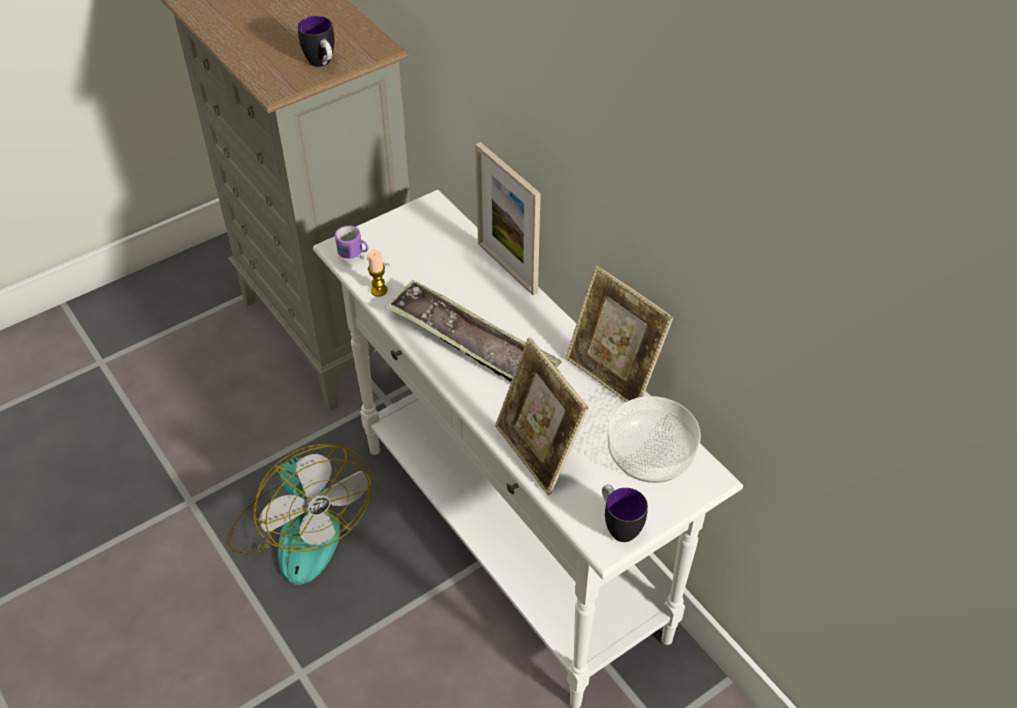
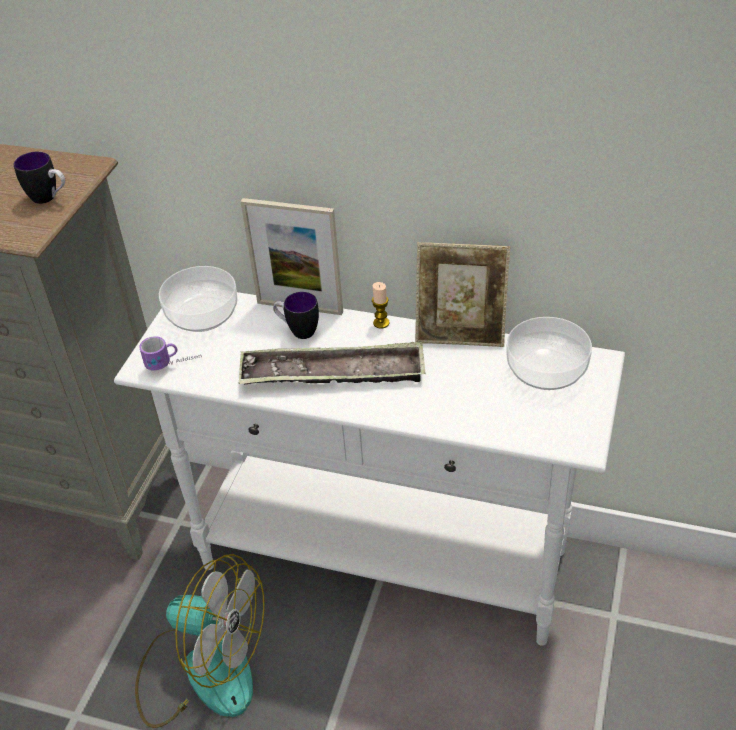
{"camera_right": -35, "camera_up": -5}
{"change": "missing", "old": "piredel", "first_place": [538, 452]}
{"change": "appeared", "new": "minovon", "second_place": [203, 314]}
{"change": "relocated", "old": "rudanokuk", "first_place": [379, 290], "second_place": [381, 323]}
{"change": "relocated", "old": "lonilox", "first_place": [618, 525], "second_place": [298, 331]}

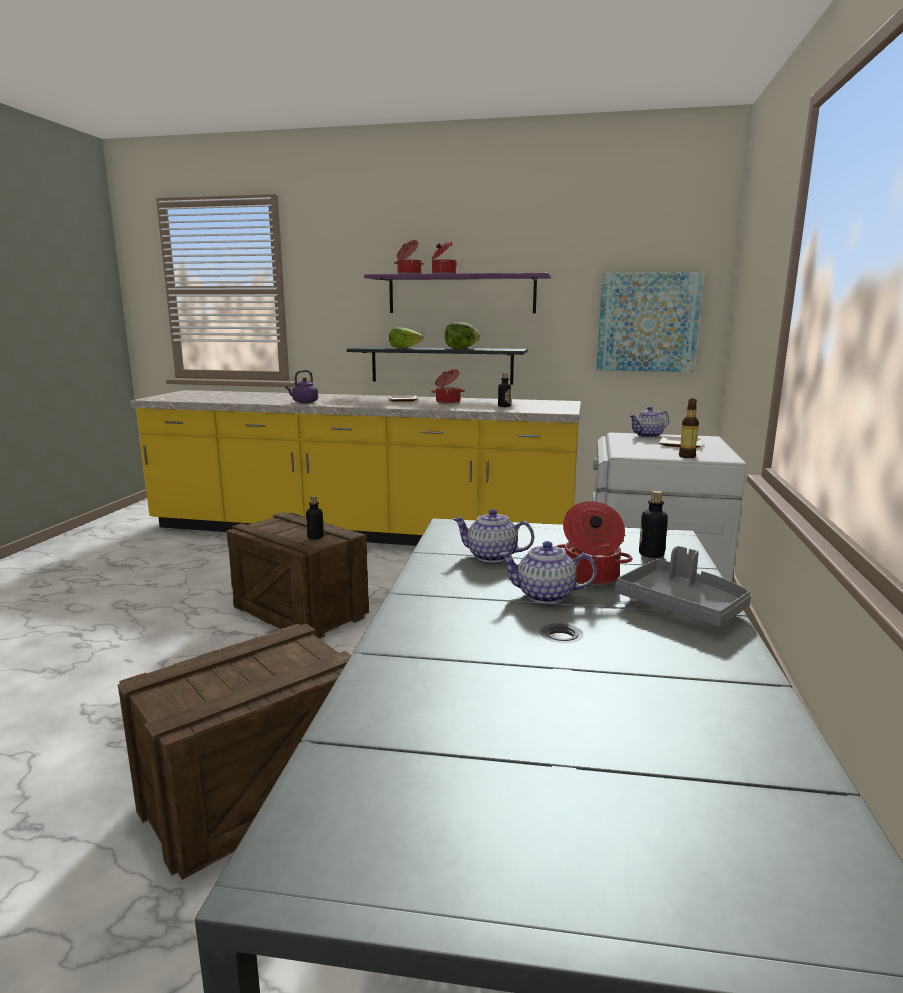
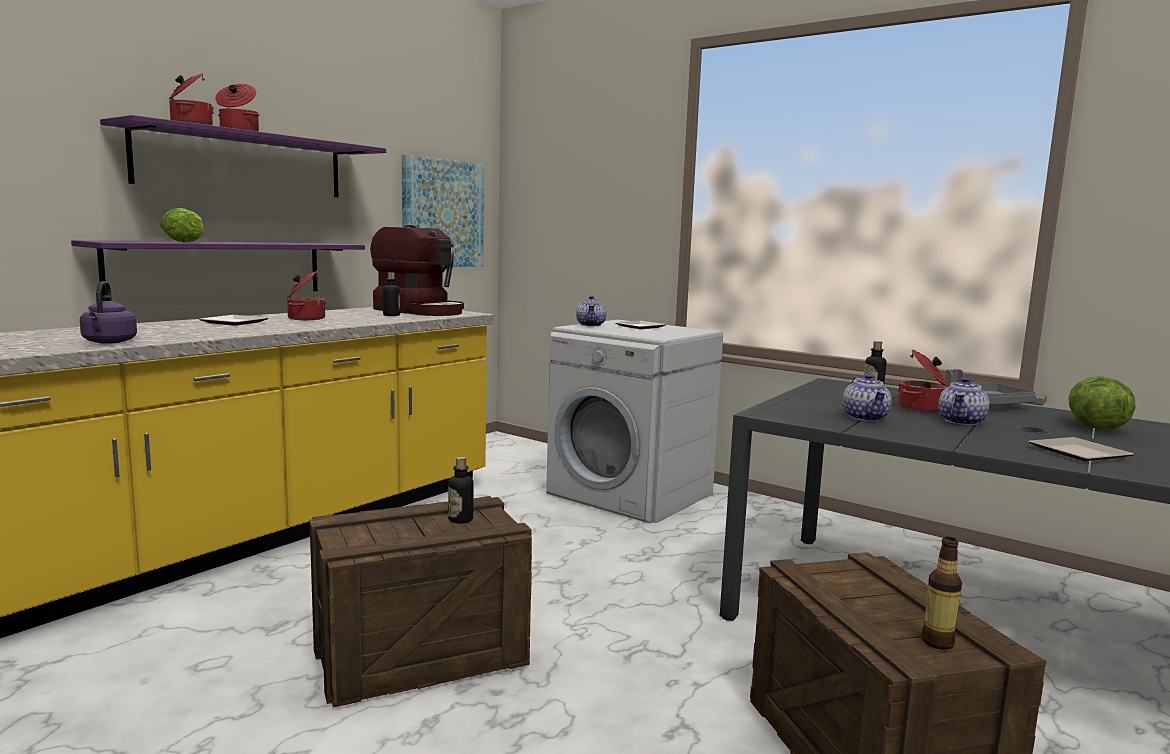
{"camera_right": -65, "camera_up": -5}
{"change": "appeared", "new": "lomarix", "second_place": [421, 311]}
{"change": "appeared", "new": "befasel", "second_place": [1078, 452]}
{"change": "relocated", "old": "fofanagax", "first_place": [461, 348], "second_place": [1095, 427]}
{"change": "relocated", "old": "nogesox", "first_place": [687, 456], "second_place": [937, 642]}
{"change": "colour", "old": "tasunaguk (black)", "new": "tasunaguk (purple)", "first_place": [441, 365], "second_place": [219, 268]}
{"change": "spun", "old": "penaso", "first_place": [491, 556], "second_place": [866, 418], "degrees": -45}

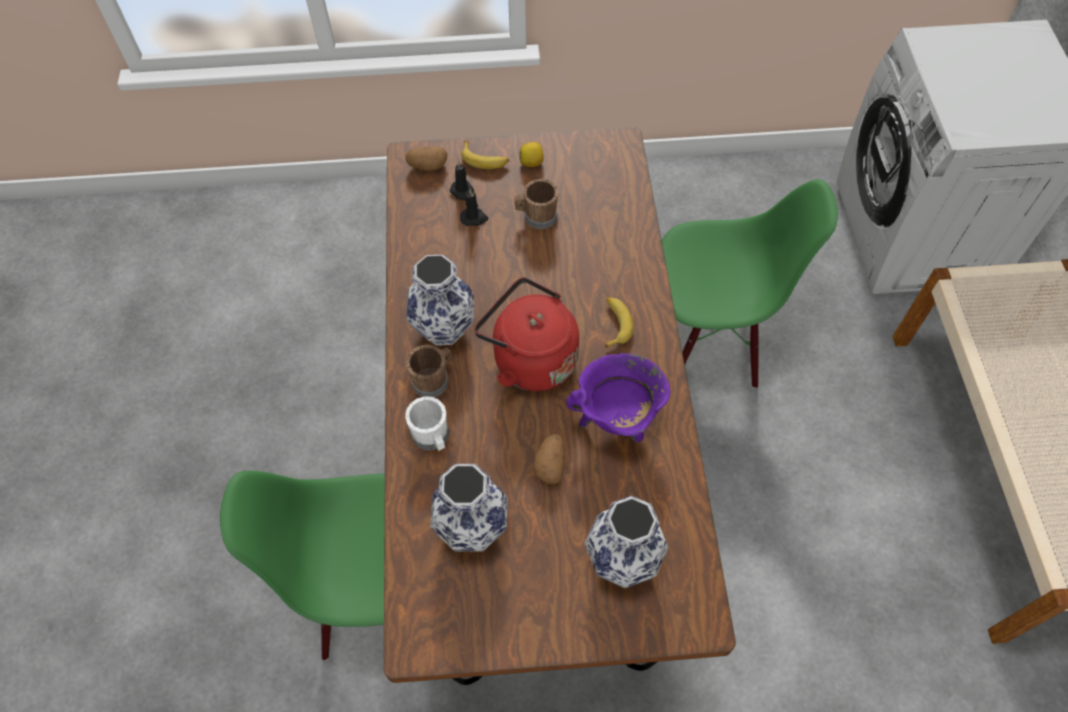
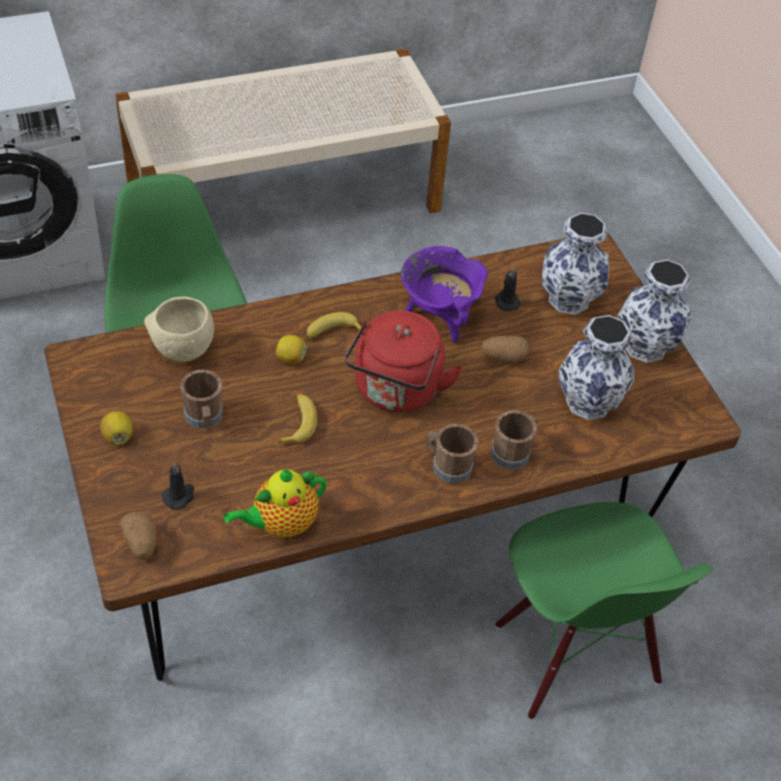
{"camera_right": -110, "camera_up": -10}
{"change": "appeared", "new": "minovon (beige)", "second_place": [183, 350]}
{"change": "appeared", "new": "penaso", "second_place": [281, 524]}
{"change": "appeared", "new": "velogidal", "second_place": [291, 358]}
{"change": "relocated", "old": "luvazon", "first_place": [445, 328], "second_place": [645, 345]}
{"change": "relocated", "old": "rudanokuk (black)", "first_place": [474, 218], "second_place": [506, 301]}
{"change": "relocated", "old": "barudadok", "first_place": [485, 159], "second_place": [298, 422]}
{"change": "colour", "old": "lonilox (white)", "new": "lonilox (brown)", "first_place": [432, 437], "second_place": [513, 451]}

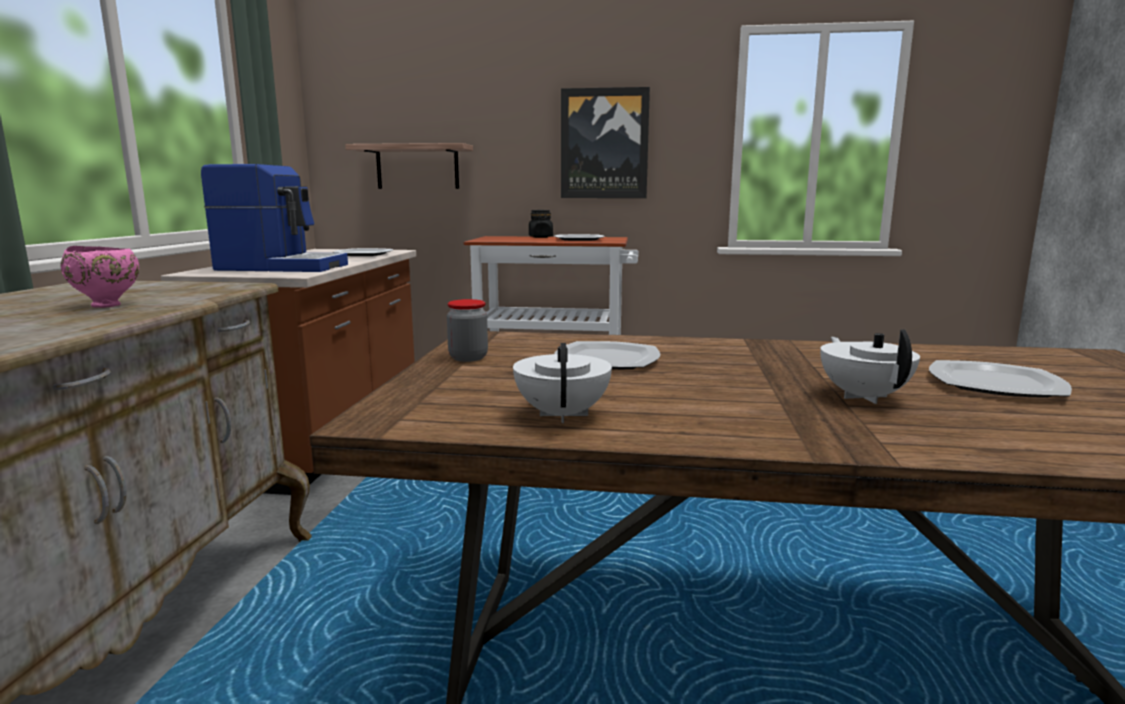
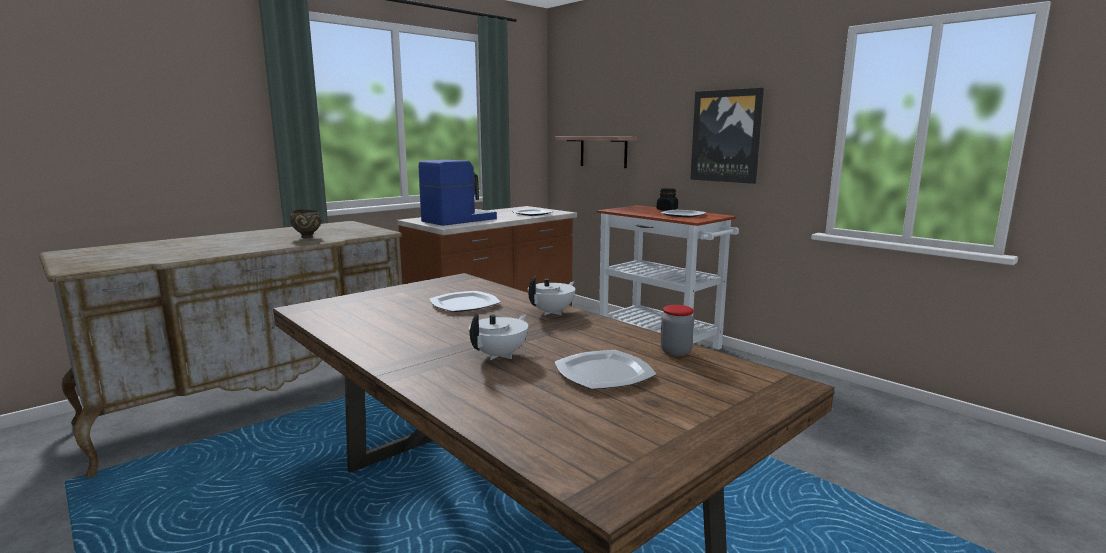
{"camera_right": 40, "camera_up": 0}
{"change": "relocated", "old": "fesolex", "first_place": [468, 358], "second_place": [675, 352]}
{"change": "relocated", "old": "penaso (white)", "first_place": [563, 414], "second_place": [552, 312]}
{"change": "colour", "old": "minovon (pink)", "new": "minovon (brown)", "first_place": [108, 305], "second_place": [308, 237]}
{"change": "spun", "old": "lomarix", "first_place": [282, 267], "second_place": [458, 220], "degrees": -90}

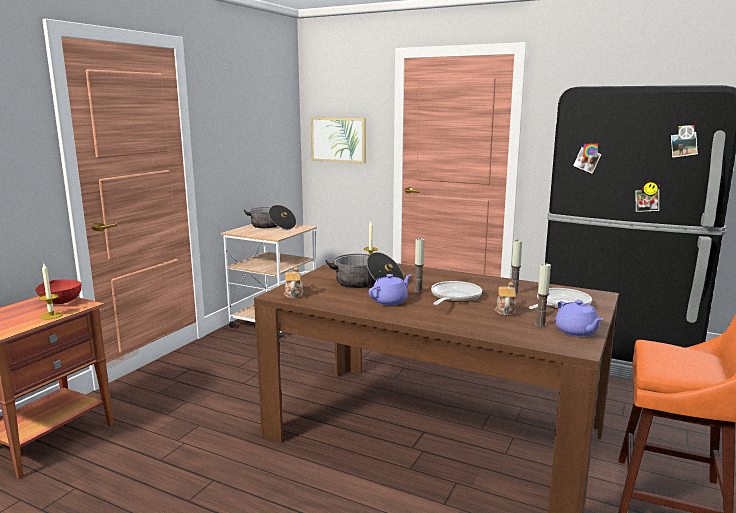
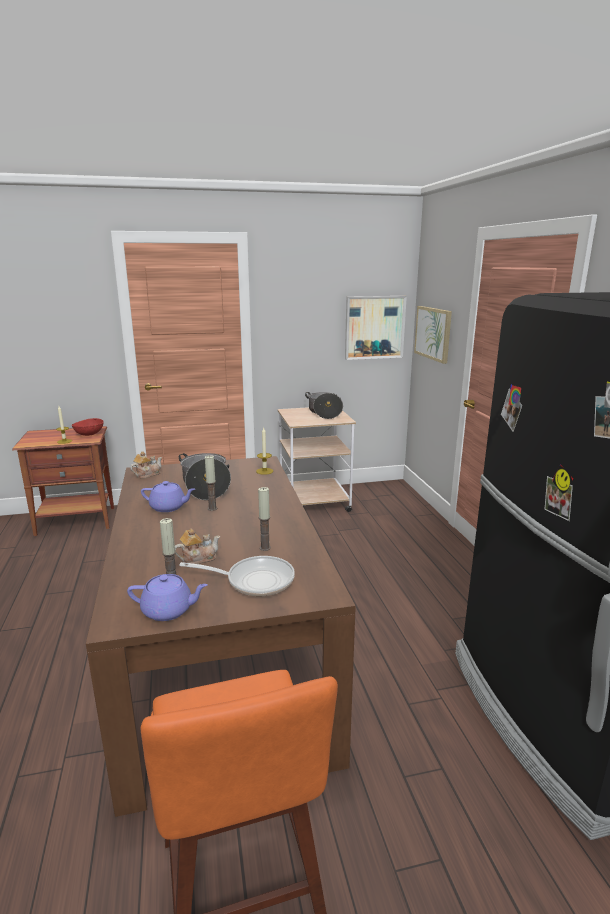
{"camera_right": 50, "camera_up": 5}
{"change": "missing", "old": "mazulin", "first_place": [454, 297]}
{"change": "appeared", "new": "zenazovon", "second_place": [374, 327]}
{"change": "spun", "old": "penaso (purple)", "first_place": [576, 332], "second_place": [168, 610], "degrees": -120}

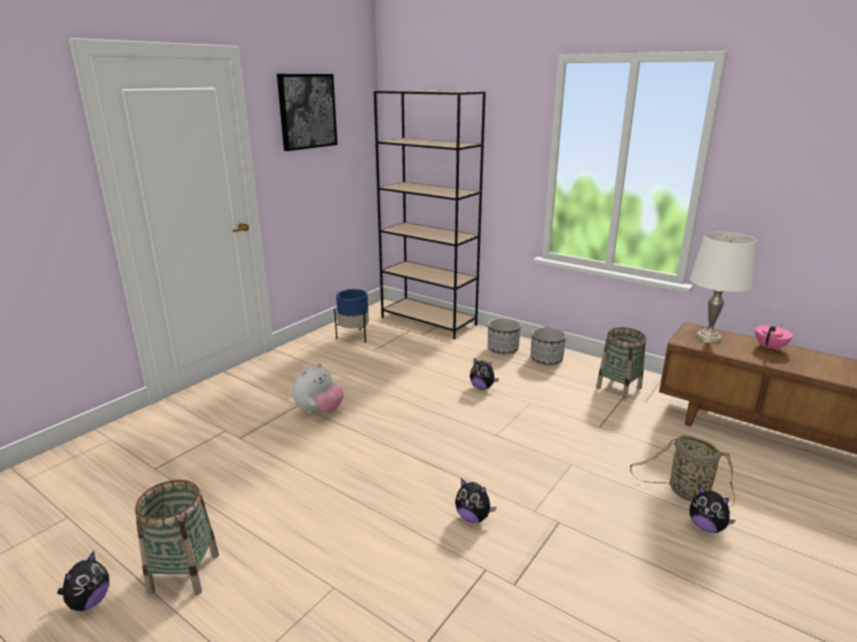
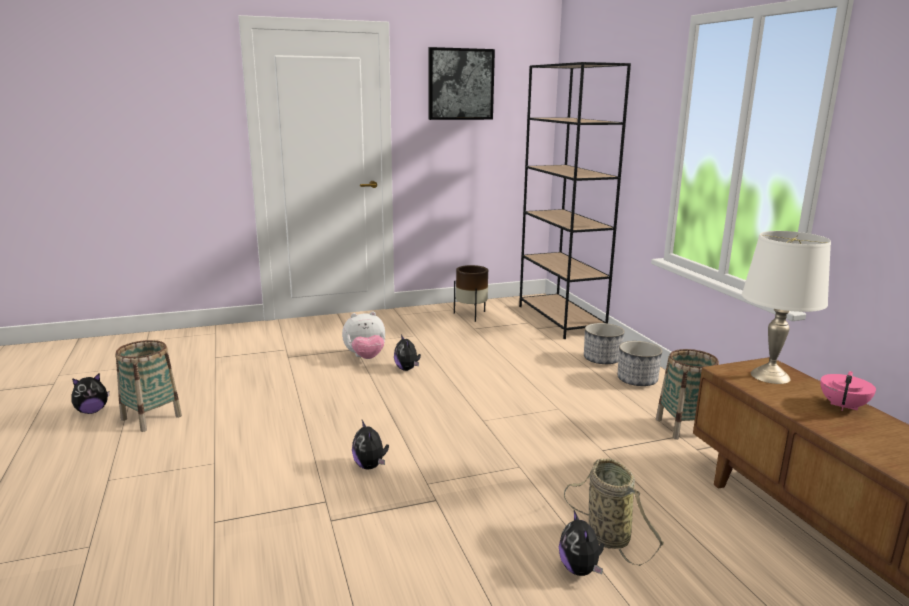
{"camera_right": 35, "camera_up": -5}
{"change": "relocated", "old": "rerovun", "first_place": [482, 387], "second_place": [407, 369]}
{"change": "colour", "old": "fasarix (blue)", "new": "fasarix (brown)", "first_place": [354, 337], "second_place": [471, 315]}
{"change": "spun", "old": "penaso (pink)", "first_place": [770, 347], "second_place": [843, 406], "degrees": -45}

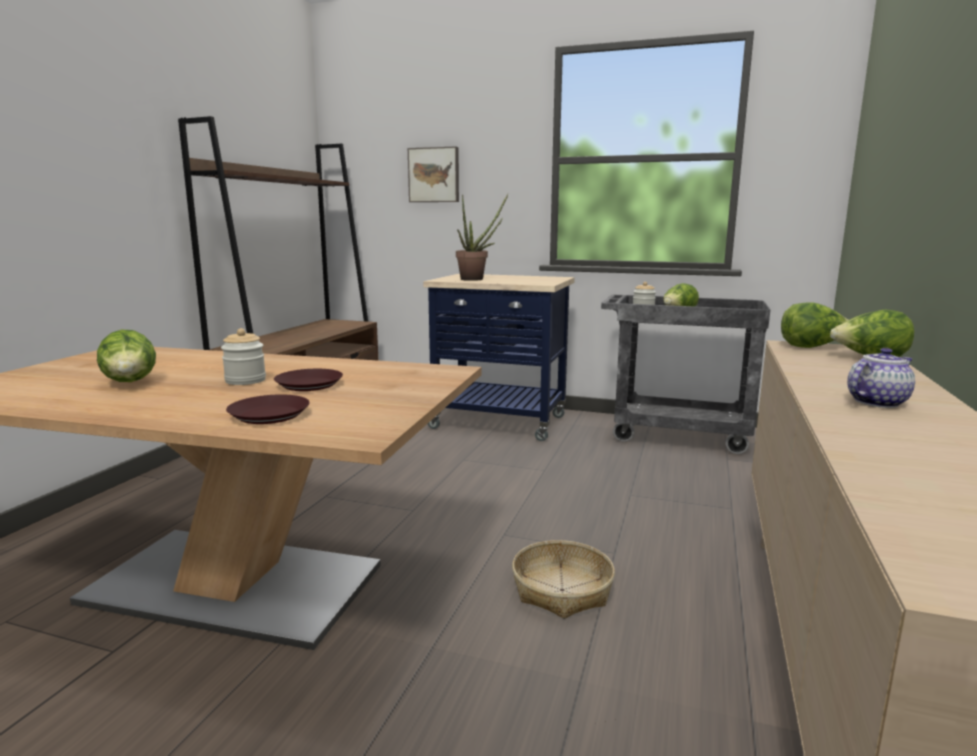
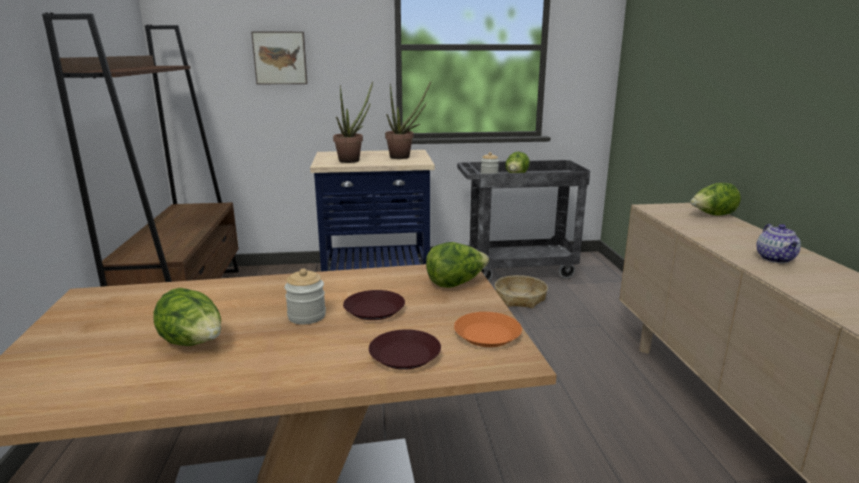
{"camera_right": -25, "camera_up": 5}
{"change": "appeared", "new": "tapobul", "second_place": [404, 157]}
{"change": "appeared", "new": "befasel (orange)", "second_place": [486, 335]}
{"change": "relocated", "old": "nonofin", "first_place": [562, 590], "second_place": [520, 298]}
{"change": "relocated", "old": "fofanagax", "first_place": [811, 347], "second_place": [455, 283]}
{"change": "spun", "old": "penaso", "first_place": [877, 402], "second_place": [776, 259], "degrees": 150}

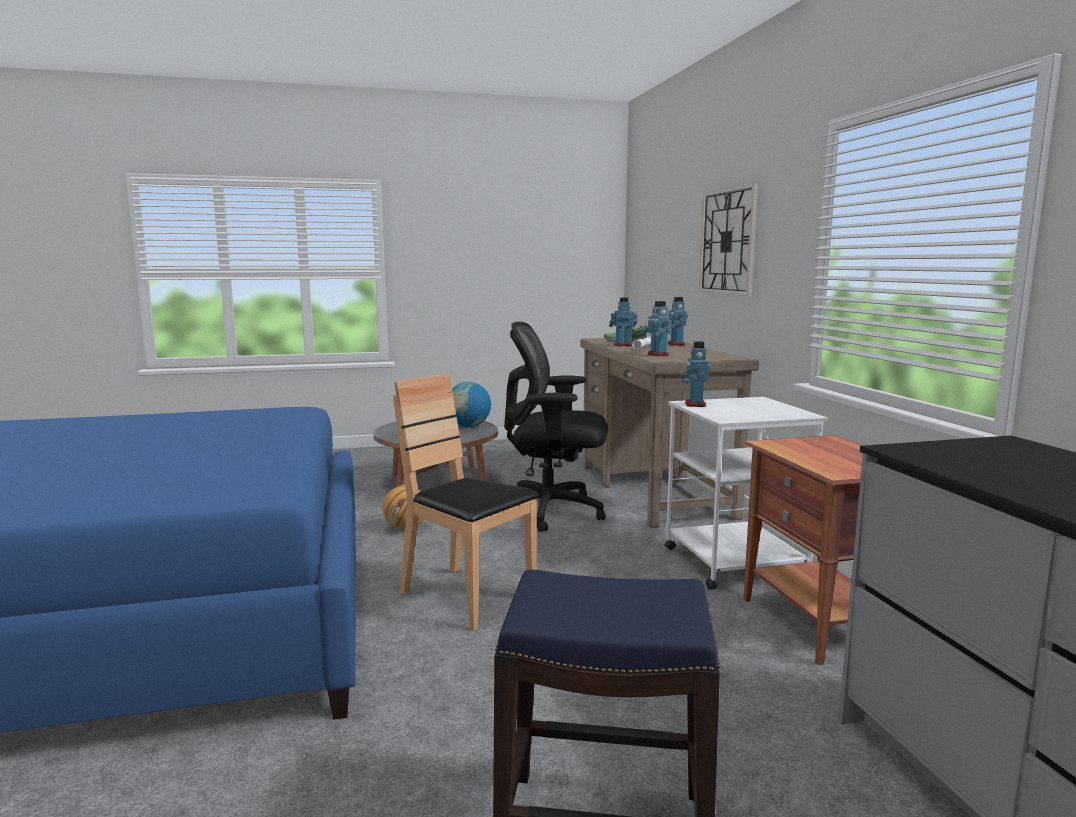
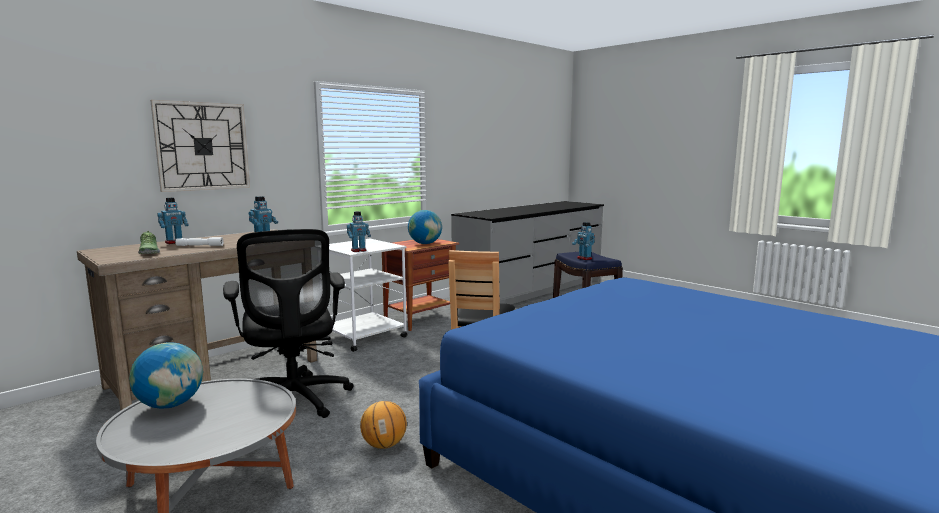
{"camera_right": -120, "camera_up": 0}
{"change": "appeared", "new": "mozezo", "second_place": [425, 243]}
{"change": "relocated", "old": "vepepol", "first_place": [623, 345], "second_place": [584, 258]}

